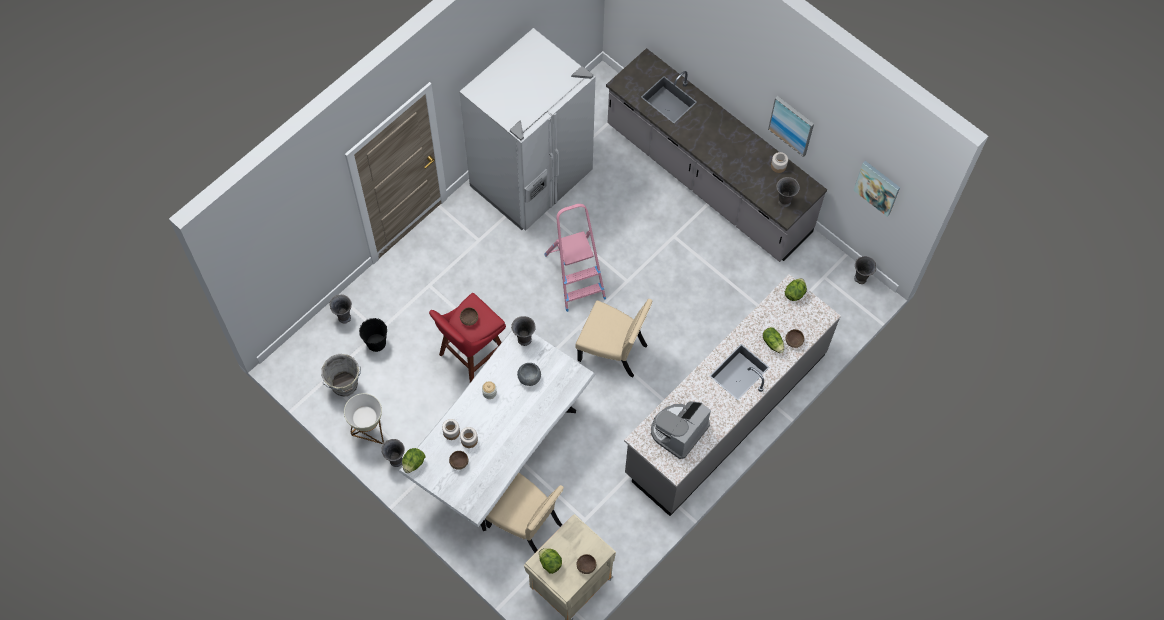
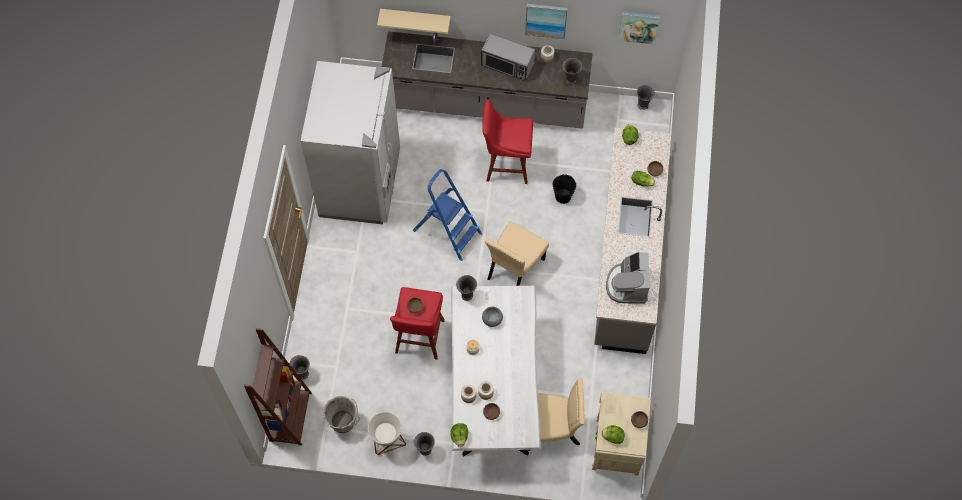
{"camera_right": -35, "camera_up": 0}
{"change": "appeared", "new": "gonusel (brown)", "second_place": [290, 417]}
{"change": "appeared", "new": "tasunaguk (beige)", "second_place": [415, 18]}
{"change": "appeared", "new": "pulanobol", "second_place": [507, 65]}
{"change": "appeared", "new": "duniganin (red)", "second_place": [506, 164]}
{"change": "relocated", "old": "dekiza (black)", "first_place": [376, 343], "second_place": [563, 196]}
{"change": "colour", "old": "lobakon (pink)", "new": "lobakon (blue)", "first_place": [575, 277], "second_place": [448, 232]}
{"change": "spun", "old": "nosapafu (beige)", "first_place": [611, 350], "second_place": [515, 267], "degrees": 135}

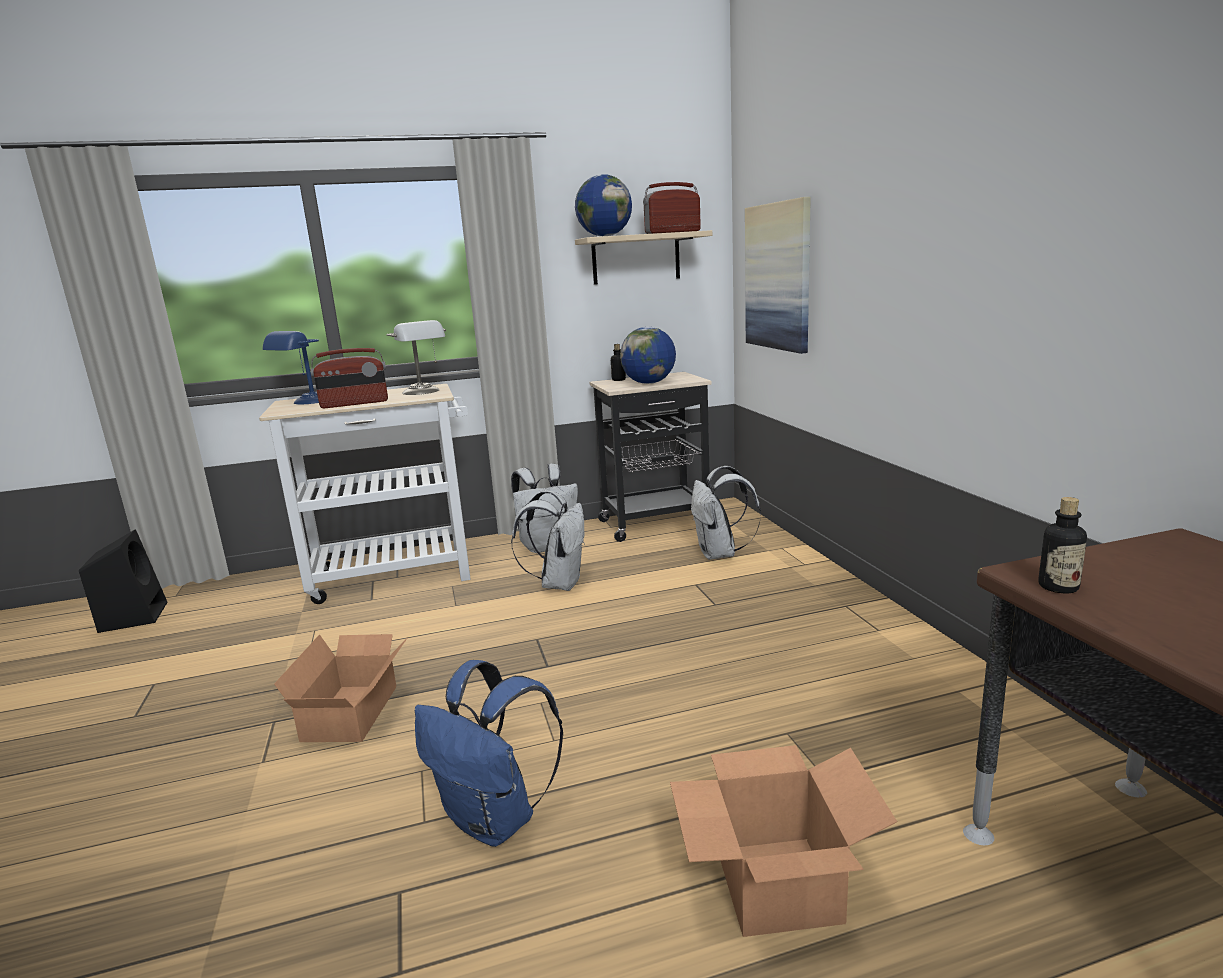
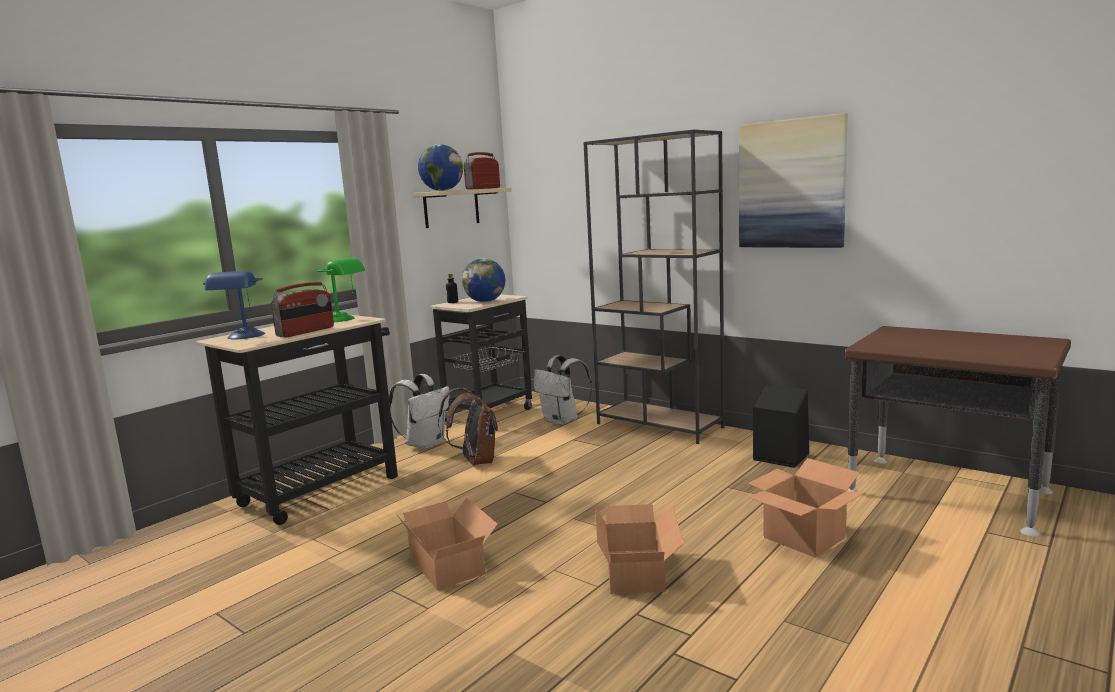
{"camera_right": -35, "camera_up": -5}
{"change": "missing", "old": "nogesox", "first_place": [1058, 587]}
{"change": "appeared", "new": "gonusel", "second_place": [660, 425]}
{"change": "relocated", "old": "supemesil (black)", "first_place": [133, 616], "second_place": [779, 457]}
{"change": "relocated", "old": "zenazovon", "first_place": [778, 276], "second_place": [791, 184]}
{"change": "exchanged", "old": "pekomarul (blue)", "new": "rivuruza", "first_place": [495, 820], "second_place": [638, 569]}
{"change": "colour", "old": "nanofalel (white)", "new": "nanofalel (black)", "first_place": [395, 576], "second_place": [321, 491]}
{"change": "colour", "old": "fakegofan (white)", "new": "fakegofan (green)", "first_place": [424, 392], "second_place": [344, 319]}
{"change": "colour", "old": "pekomarul (white)", "new": "pekomarul (brown)", "first_place": [559, 583], "second_place": [475, 461]}

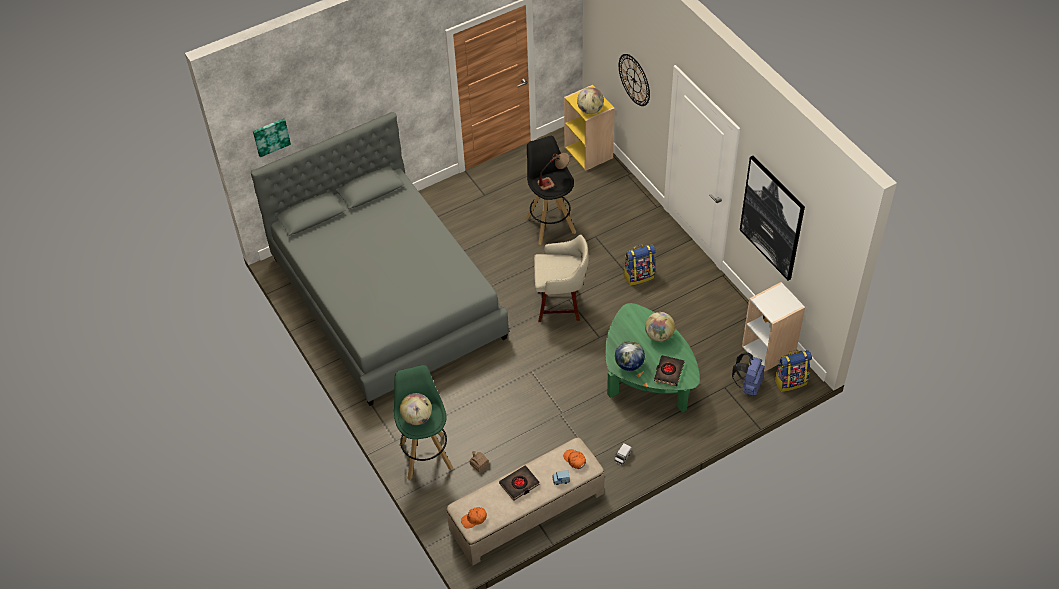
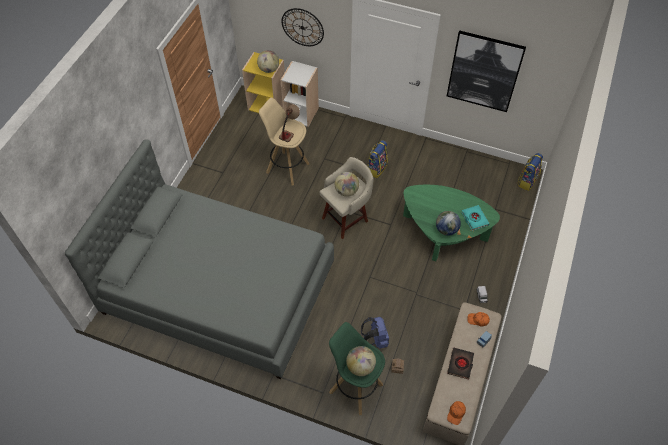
{"camera_right": -40, "camera_up": 5}
{"change": "missing", "old": "zenazovon", "first_place": [271, 136]}
{"change": "relocated", "old": "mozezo", "first_place": [659, 335], "second_place": [346, 191]}
{"change": "relocated", "old": "pekomarul (blue)", "first_place": [748, 385], "second_place": [375, 339]}
{"change": "relocated", "old": "gonusel", "first_place": [768, 351], "second_place": [301, 114]}
{"change": "colour", "old": "duniganin (black)", "new": "duniganin (beige)", "first_place": [550, 224], "second_place": [287, 167]}
{"change": "colour", "old": "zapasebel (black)", "new": "zapasebel (turquoise)", "first_place": [668, 372], "second_place": [474, 219]}

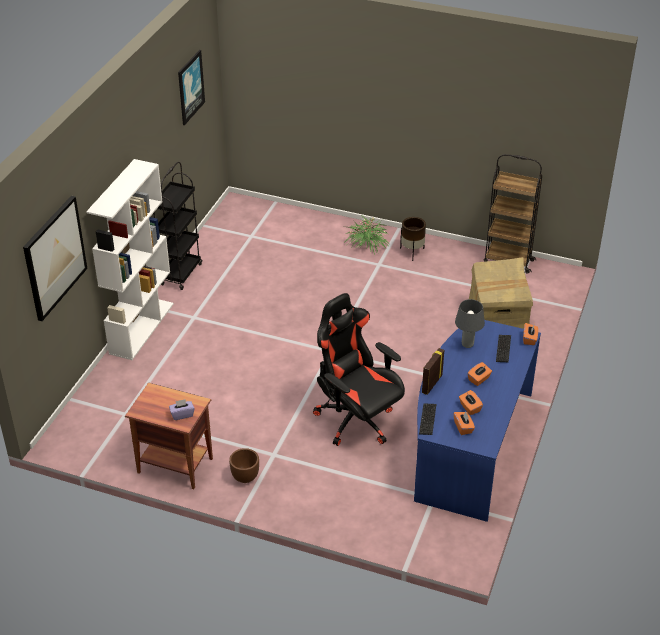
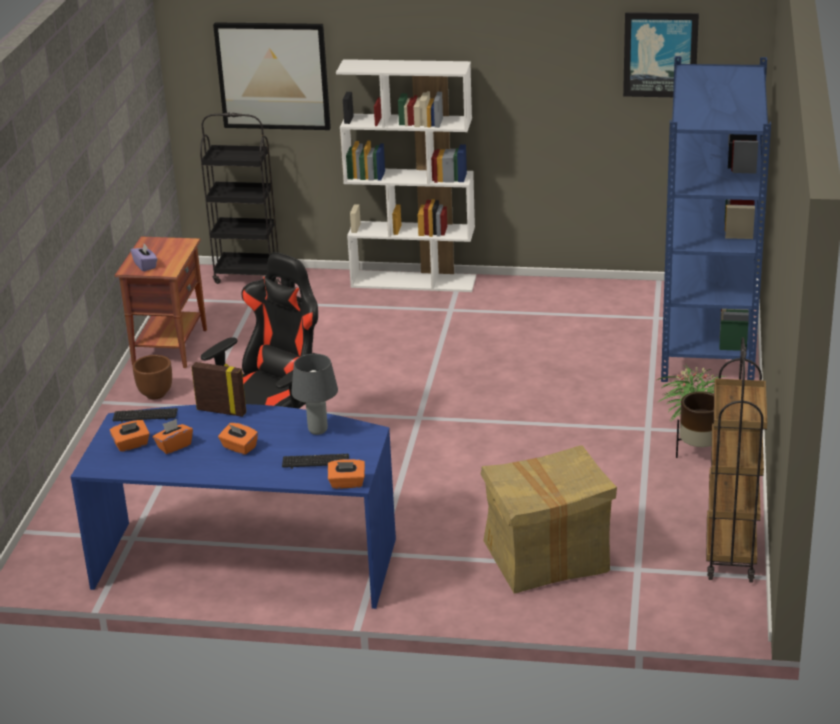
{"camera_right": 80, "camera_up": -10}
{"change": "appeared", "new": "gonusel (blue)", "second_place": [707, 340]}
{"change": "relocated", "old": "nanofalel (black)", "first_place": [181, 275], "second_place": [248, 277]}

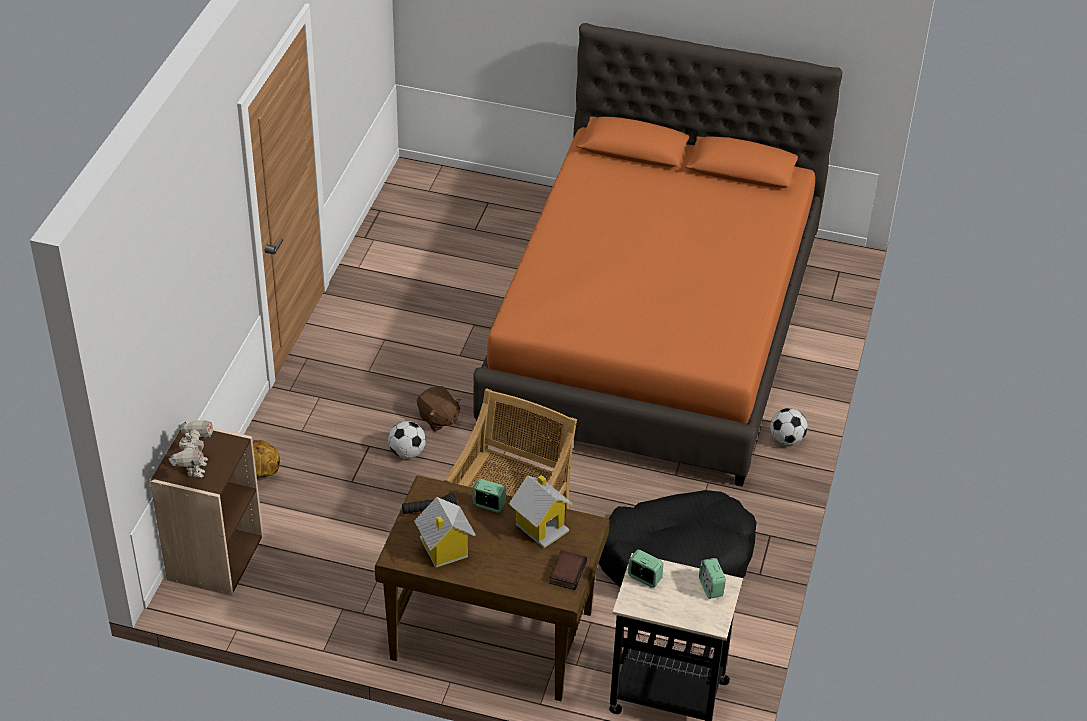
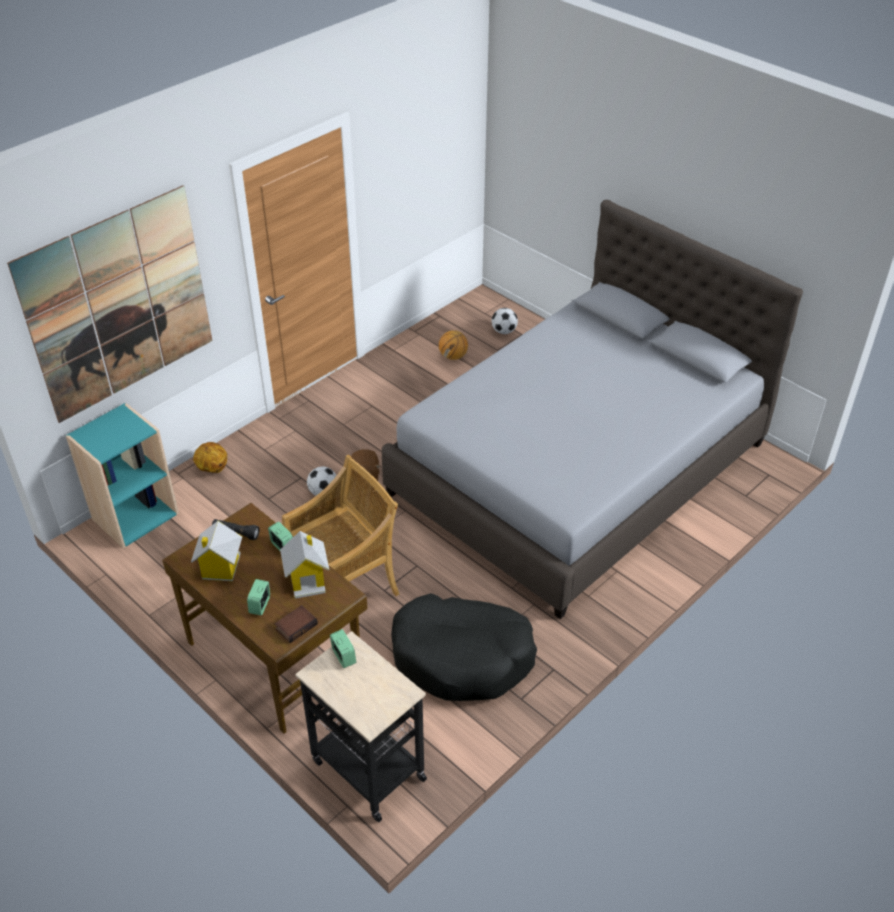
{"camera_right": 30, "camera_up": 0}
{"change": "missing", "old": "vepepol", "first_place": [195, 468]}
{"change": "appeared", "new": "zenazovon", "second_place": [119, 304]}
{"change": "appeared", "new": "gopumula", "second_place": [453, 356]}
{"change": "relocated", "old": "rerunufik", "first_place": [711, 587], "second_place": [260, 605]}
{"change": "relocated", "old": "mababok", "first_place": [786, 439], "second_place": [504, 331]}
{"change": "colour", "old": "gonusel (brown)", "new": "gonusel (turquoise)", "first_place": [215, 556], "second_place": [136, 515]}
{"change": "colour", "old": "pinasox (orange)", "new": "pinasox (grey)", "first_place": [654, 330], "second_place": [579, 468]}

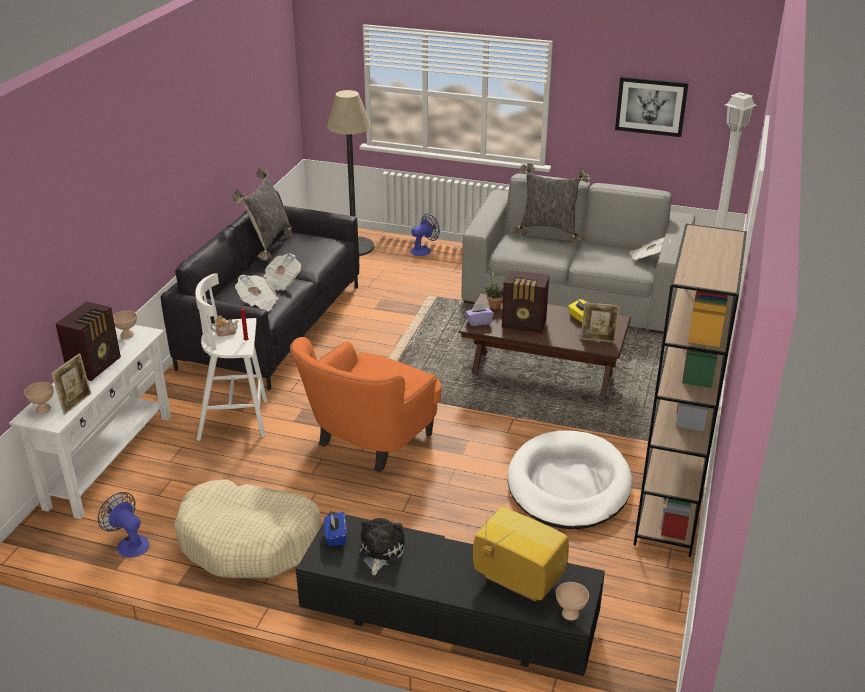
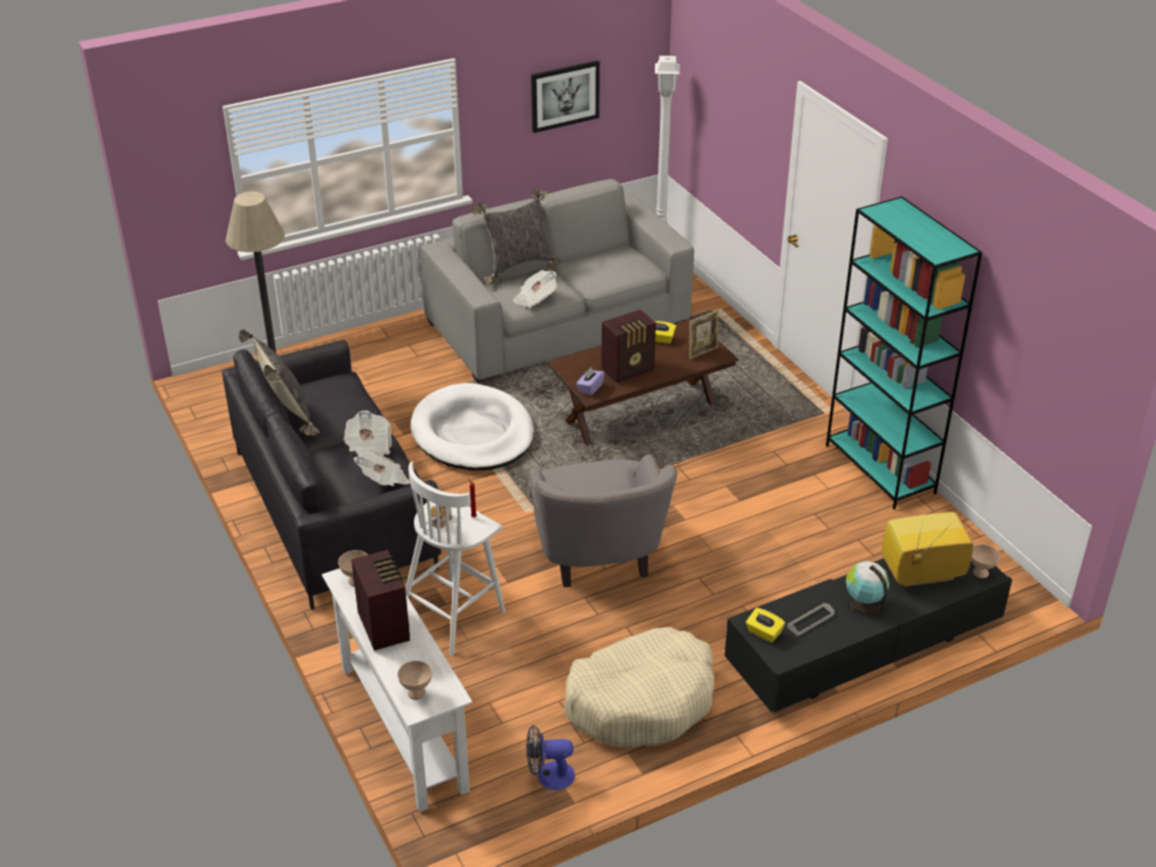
{"camera_right": -45, "camera_up": 5}
{"change": "missing", "old": "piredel", "first_place": [76, 403]}
{"change": "missing", "old": "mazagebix", "first_place": [423, 250]}
{"change": "missing", "old": "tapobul", "first_place": [494, 306]}
{"change": "appeared", "new": "mozezo", "second_place": [864, 604]}
{"change": "relocated", "old": "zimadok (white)", "first_place": [568, 485], "second_place": [473, 433]}
{"change": "relocated", "old": "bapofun", "first_place": [647, 258], "second_place": [535, 299]}
{"change": "exchanged", "old": "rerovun", "new": "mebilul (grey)", "first_place": [380, 552], "second_place": [810, 621]}
{"change": "colour", "old": "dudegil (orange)", "new": "dudegil (grey)", "first_place": [369, 441], "second_place": [598, 556]}
{"change": "colour", "old": "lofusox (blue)", "new": "lofusox (yellow)", "first_place": [335, 537], "second_place": [764, 633]}
{"change": "colour", "old": "gonusel (beige)", "new": "gonusel (turquoise)", "first_place": [669, 511], "second_place": [881, 469]}

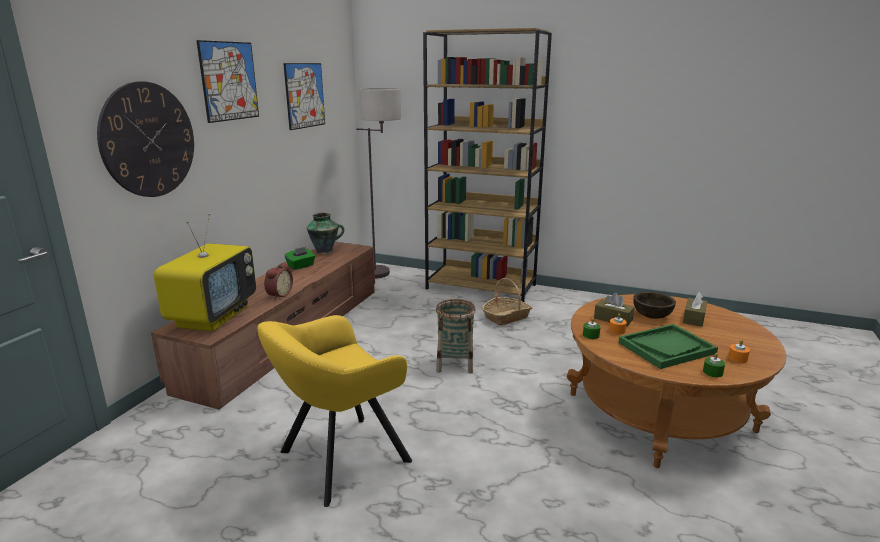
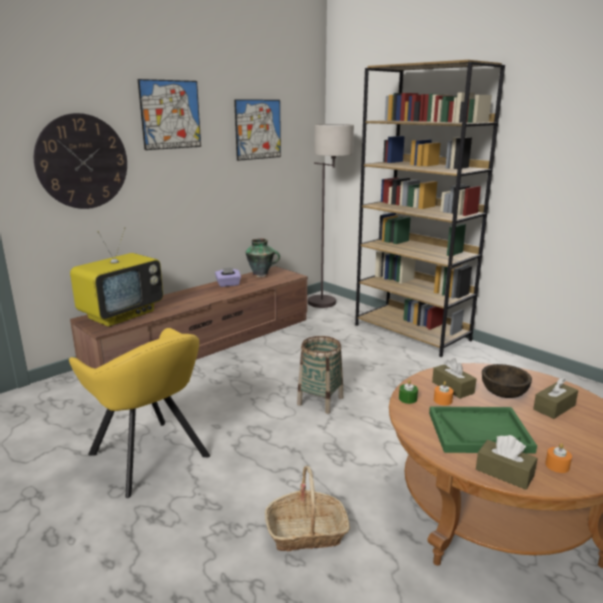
{"camera_right": 25, "camera_up": 0}
{"change": "missing", "old": "rerunufik", "first_place": [278, 295]}
{"change": "relocated", "old": "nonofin", "first_place": [506, 317], "second_place": [307, 532]}
{"change": "exchanged", "old": "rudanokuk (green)", "new": "lofusox (brown)", "first_place": [712, 372], "second_place": [504, 472]}
{"change": "colour", "old": "lofusox (green)", "new": "lofusox (purple)", "first_place": [301, 266], "second_place": [228, 284]}
{"change": "spun", "old": "dudegil (yellow)", "first_place": [339, 459], "second_place": [150, 458], "degrees": -120}

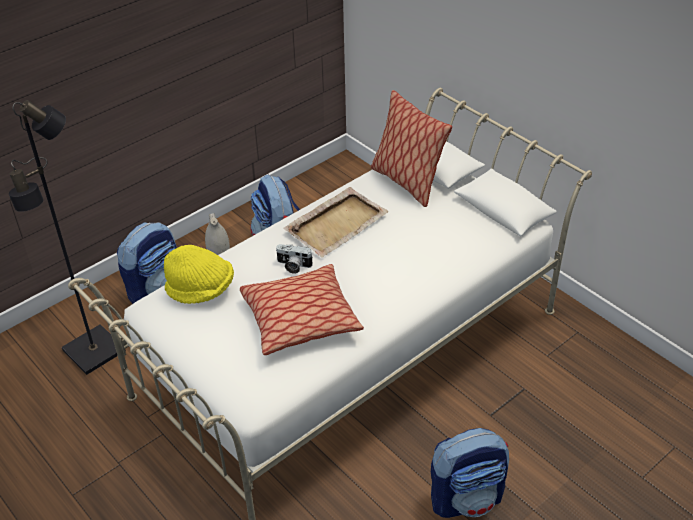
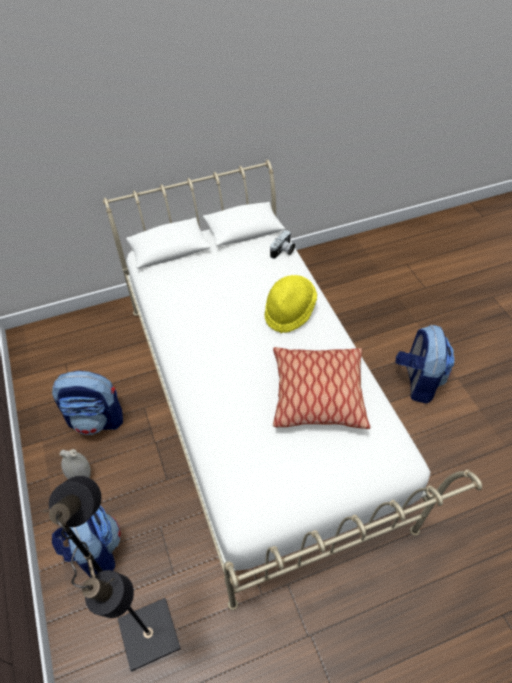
{"camera_right": -70, "camera_up": 10}
{"change": "missing", "old": "mebilul (beige)", "first_place": [337, 224]}
{"change": "missing", "old": "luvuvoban", "first_place": [406, 182]}
{"change": "relocated", "old": "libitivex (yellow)", "first_place": [201, 290], "second_place": [289, 311]}
{"change": "relocated", "old": "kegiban", "first_place": [293, 266], "second_place": [283, 251]}

